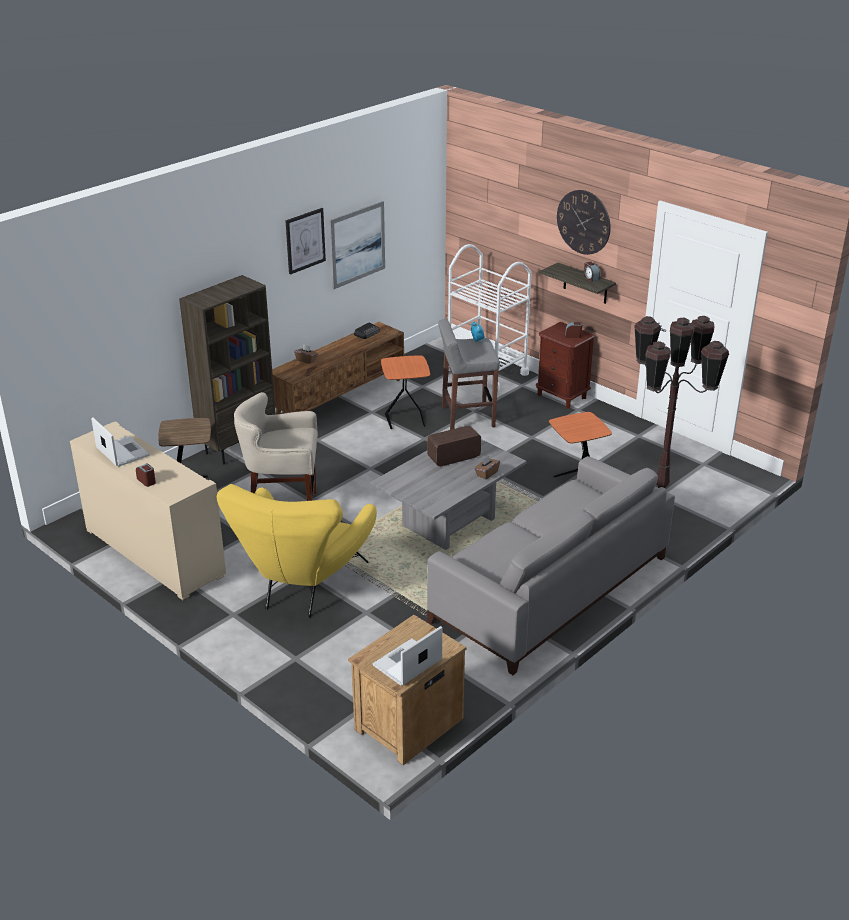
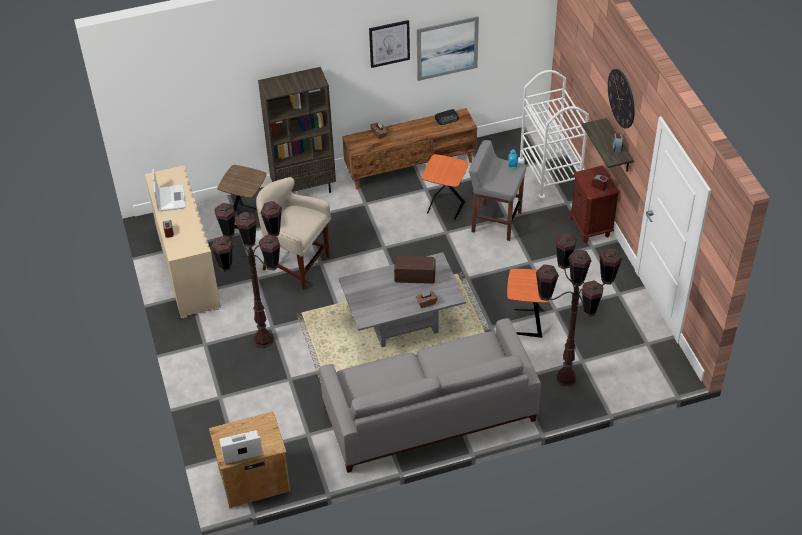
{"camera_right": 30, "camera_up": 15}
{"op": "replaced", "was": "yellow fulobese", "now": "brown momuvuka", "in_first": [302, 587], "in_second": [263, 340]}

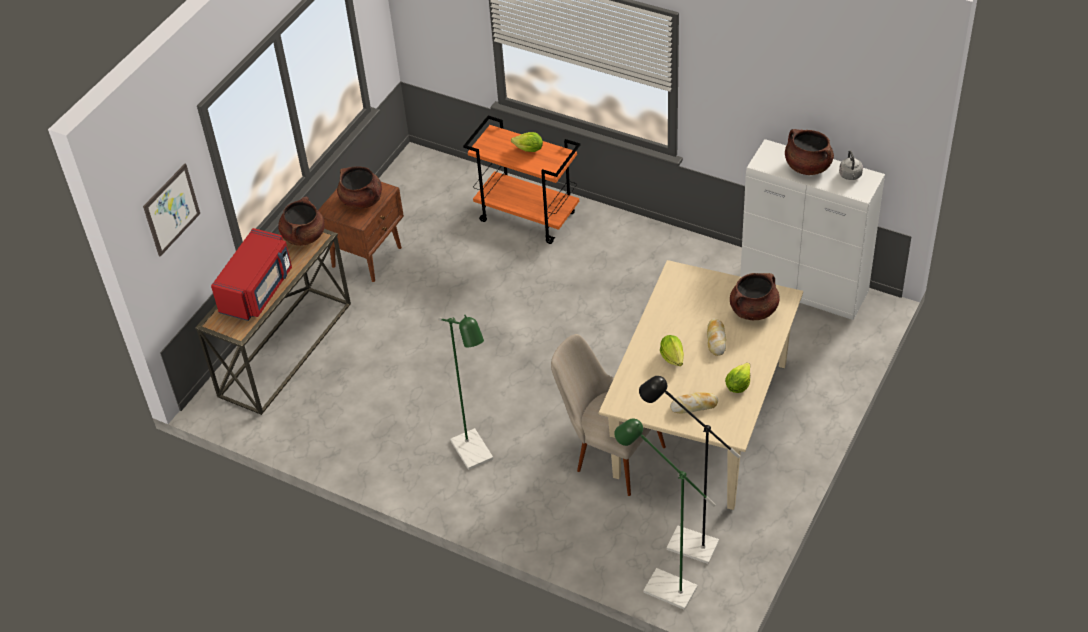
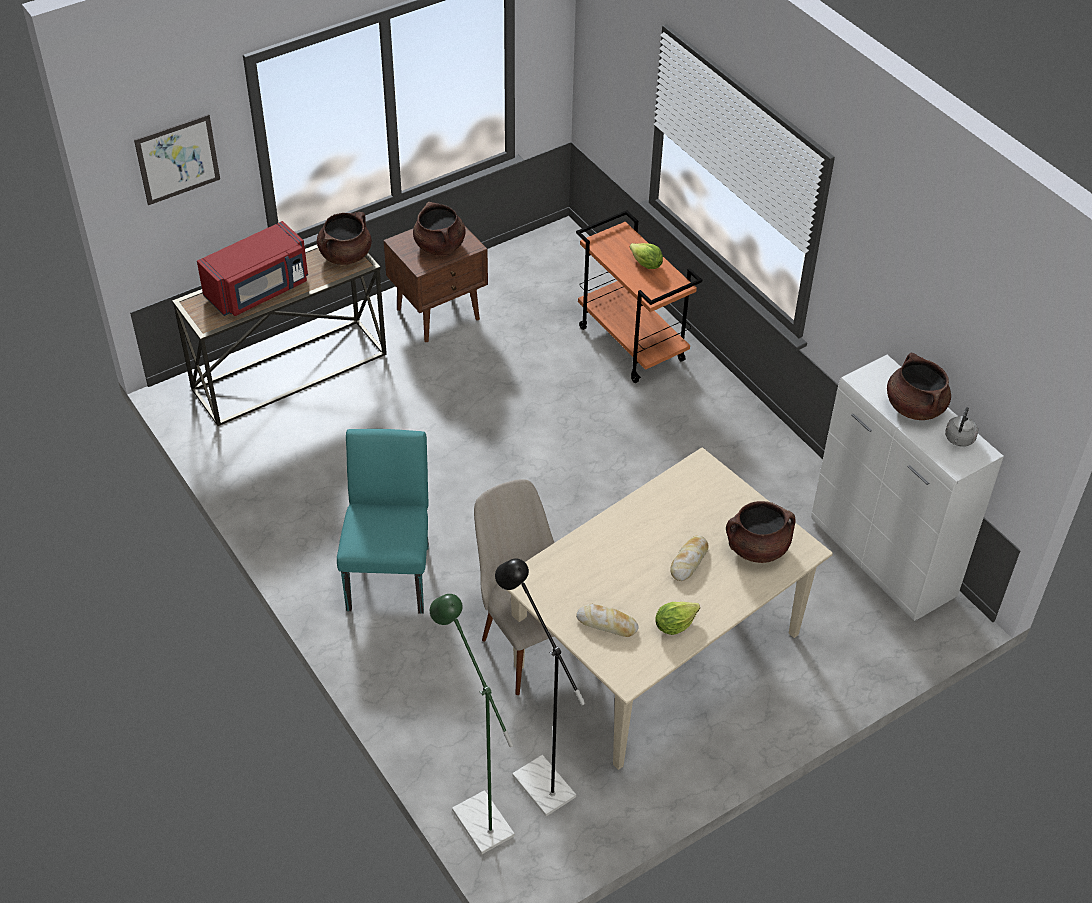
{"camera_right": 25, "camera_up": 0}
{"op": "removed", "was": "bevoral", "in_first": [672, 357]}
{"op": "replaced", "was": "green momuvuka", "now": "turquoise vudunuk", "in_first": [476, 456], "in_second": [390, 571]}

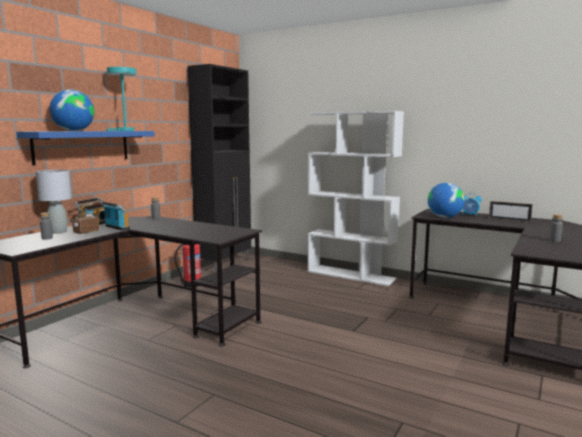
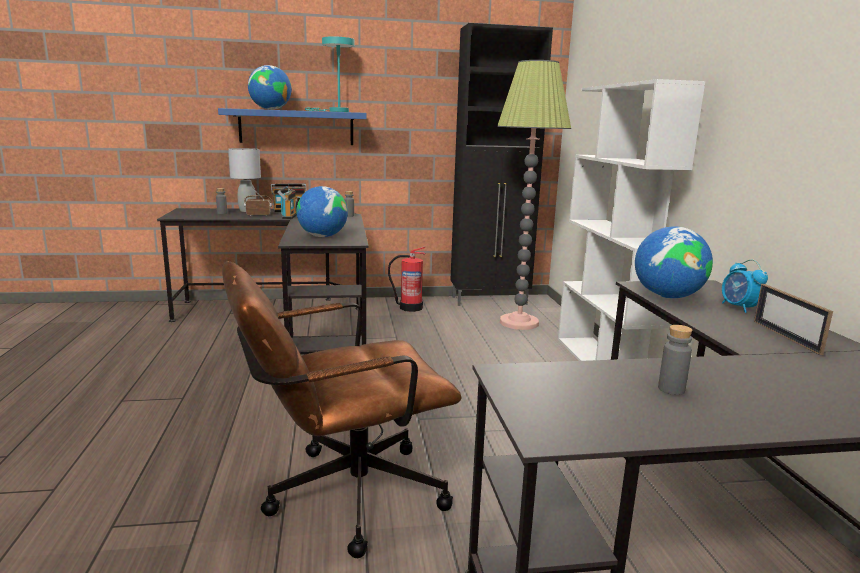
{"camera_right": 50, "camera_up": 5}
{"op": "added", "now": "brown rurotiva", "in_second": [341, 497]}
{"op": "added", "now": "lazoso", "in_second": [322, 236]}
{"op": "added", "now": "momuvuka", "in_second": [519, 323]}

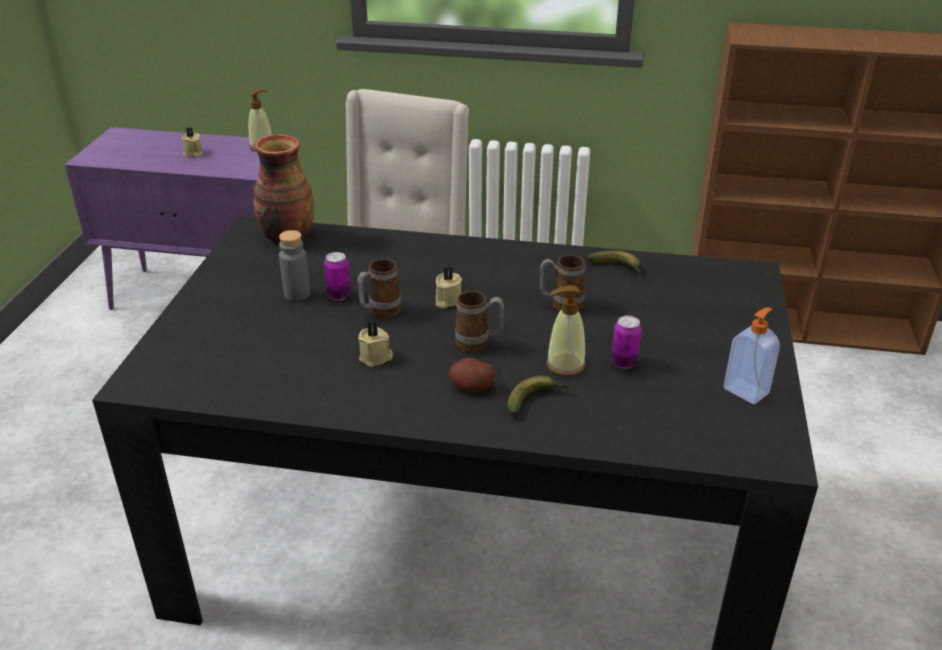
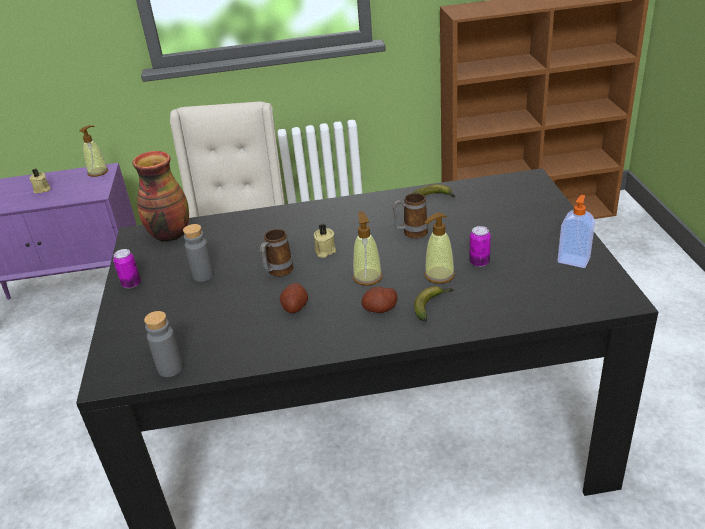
{"camera_right": -15, "camera_up": 0}
{"op": "added", "now": "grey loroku", "in_second": [170, 368]}
{"op": "moved", "was": "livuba", "in_first": [339, 295], "in_second": [131, 284]}
{"op": "replaced", "was": "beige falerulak", "now": "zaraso", "in_first": [376, 357], "in_second": [295, 307]}
{"op": "replaced", "was": "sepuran", "now": "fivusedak", "in_first": [479, 345], "in_second": [367, 277]}

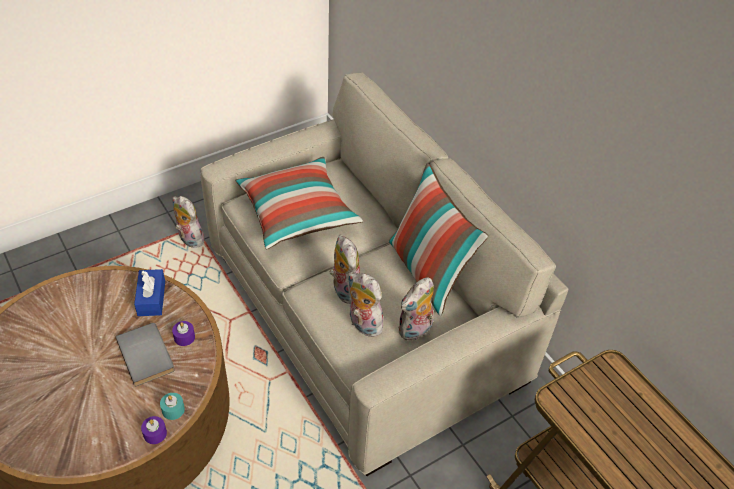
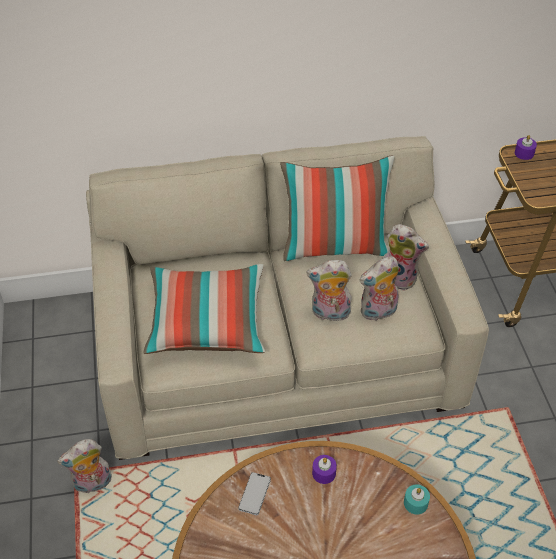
{"camera_right": -65, "camera_up": 0}
{"op": "removed", "was": "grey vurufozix", "in_first": [147, 354]}
{"op": "moved", "was": "purple falerulak", "in_first": [155, 433], "in_second": [524, 153]}
{"op": "replaced", "was": "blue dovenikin", "now": "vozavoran", "in_first": [151, 298], "in_second": [254, 494]}
{"op": "turned", "was": "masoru", "in_first": [415, 330], "in_second": [399, 278], "clockwise": -45}

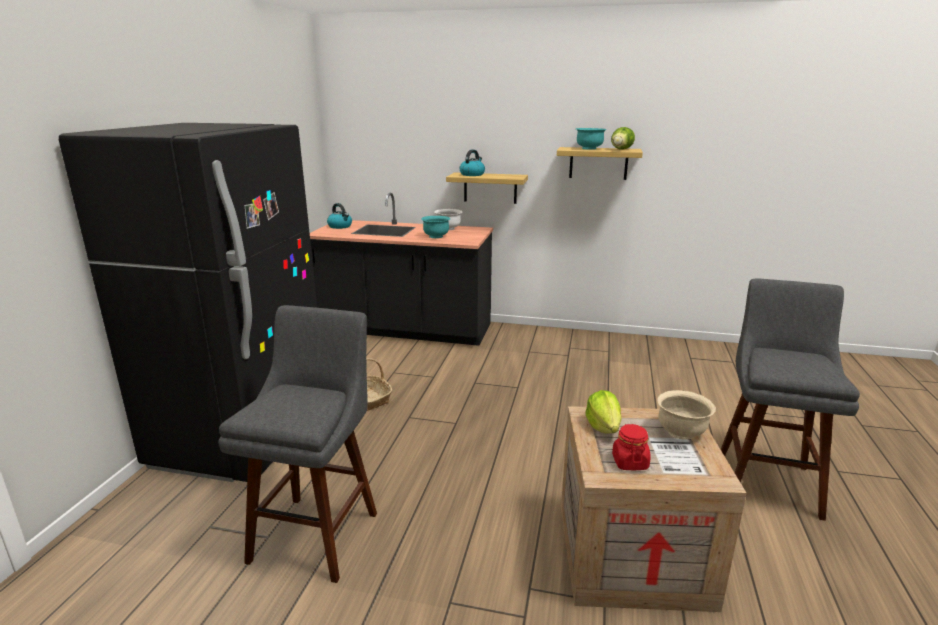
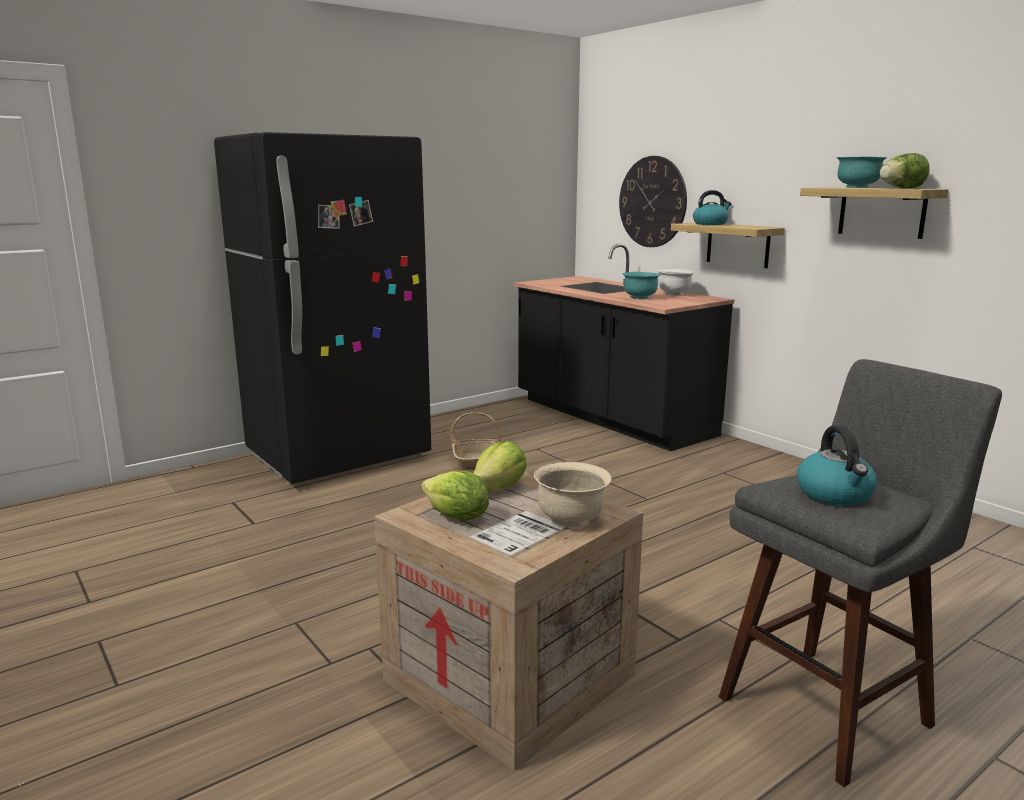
{"camera_right": 40, "camera_up": -5}
{"op": "removed", "was": "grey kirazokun", "in_first": [318, 532]}
{"op": "added", "now": "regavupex", "in_second": [652, 202]}
{"op": "moved", "was": "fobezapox", "in_first": [340, 226], "in_second": [835, 494]}
{"op": "replaced", "was": "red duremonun", "now": "bevoral", "in_first": [629, 462], "in_second": [456, 518]}

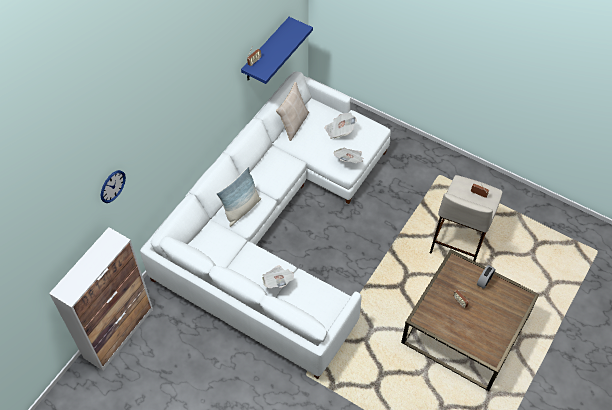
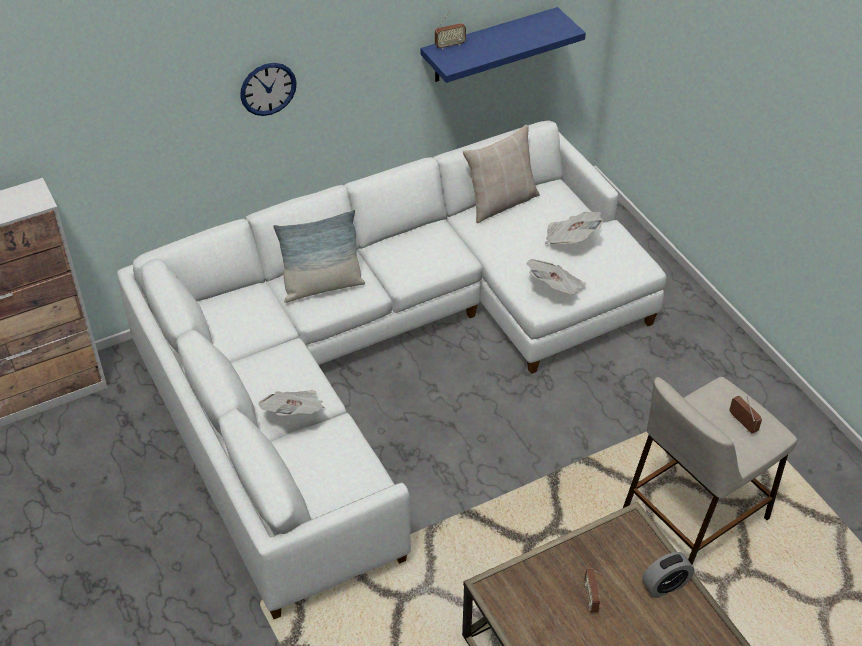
{"camera_right": 30, "camera_up": -10}
{"op": "moved", "was": "regavupex", "in_first": [112, 186], "in_second": [268, 89]}

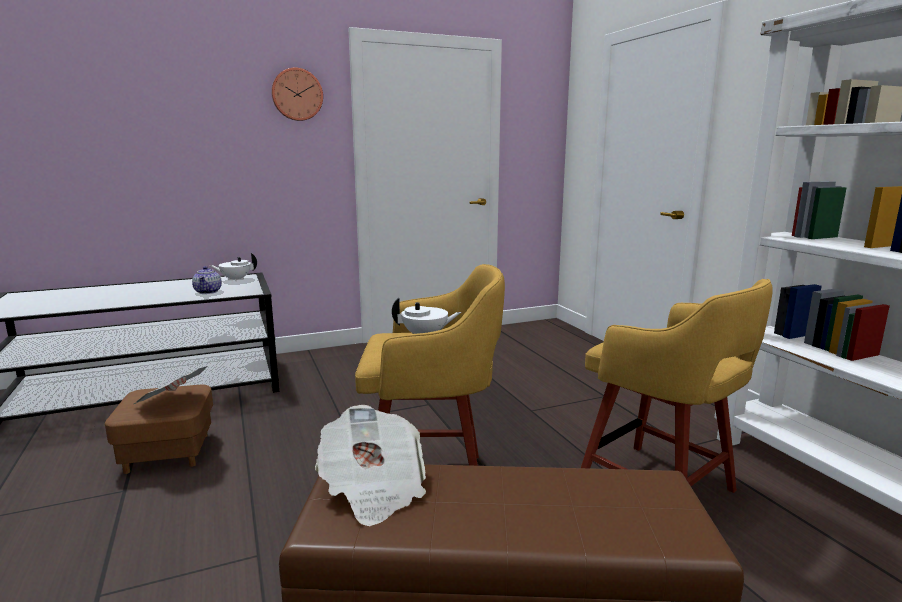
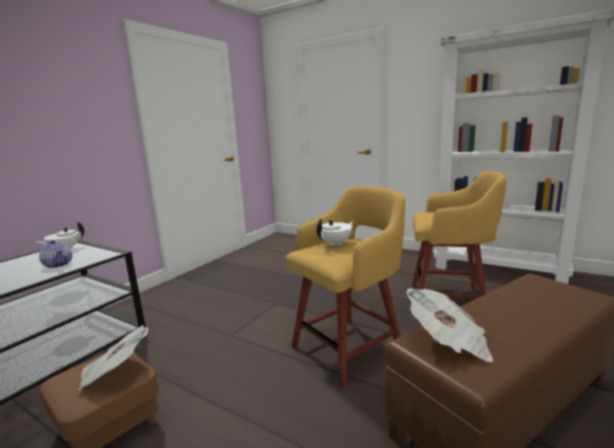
{"camera_right": -35, "camera_up": 0}
{"op": "removed", "was": "regavupex", "in_first": [297, 94]}

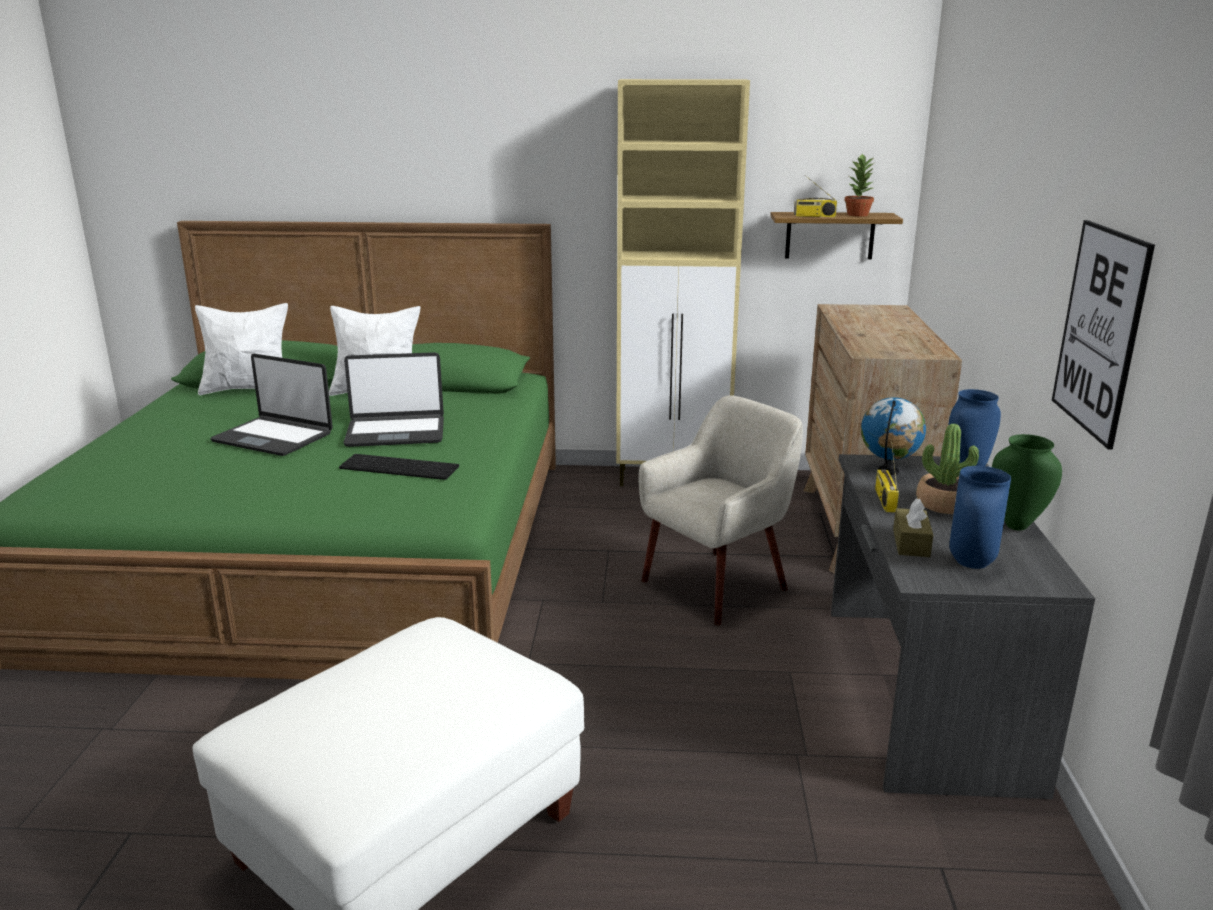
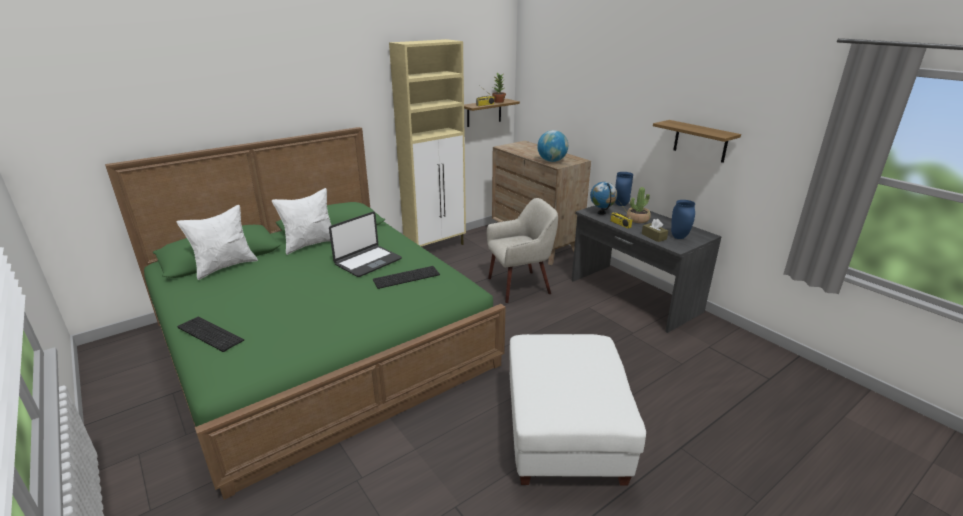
{"camera_right": -40, "camera_up": 5}
{"op": "removed", "was": "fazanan", "in_first": [274, 437]}
{"op": "removed", "was": "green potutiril", "in_first": [1016, 525]}
{"op": "added", "now": "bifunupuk", "in_second": [208, 334]}
{"op": "added", "now": "lazoso", "in_second": [551, 161]}
{"op": "replaced", "was": "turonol", "now": "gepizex", "in_first": [1099, 331], "in_second": [700, 141]}
{"op": "turned", "was": "beige fulobese", "in_first": [717, 585], "in_second": [520, 286], "clockwise": 60}

